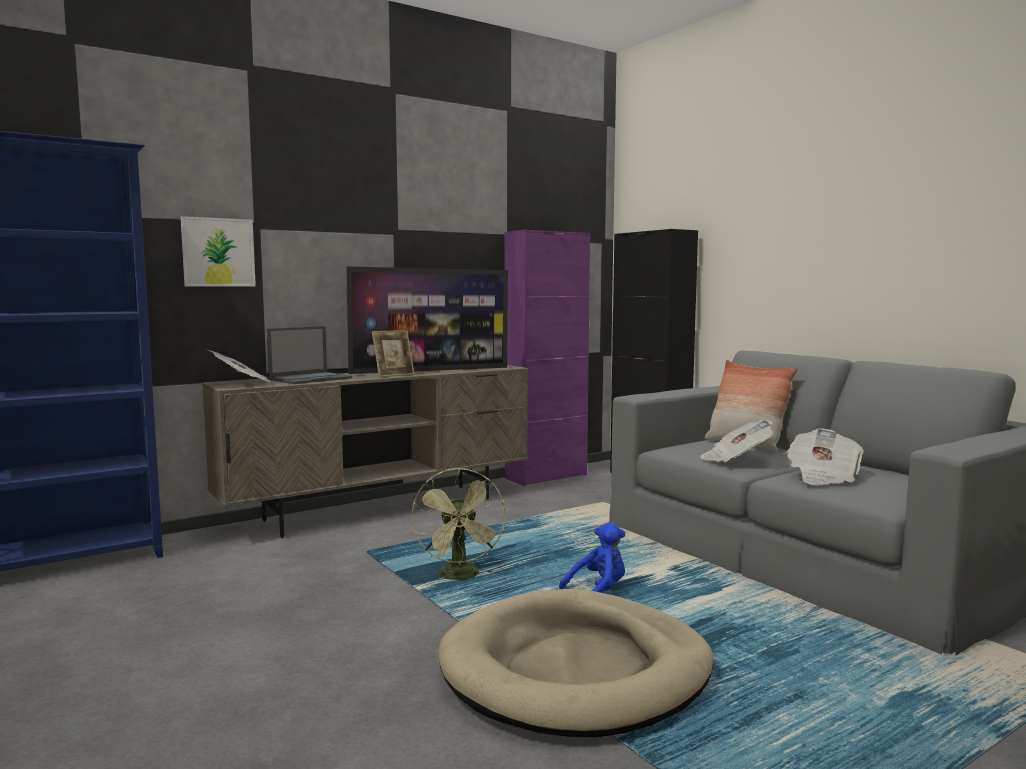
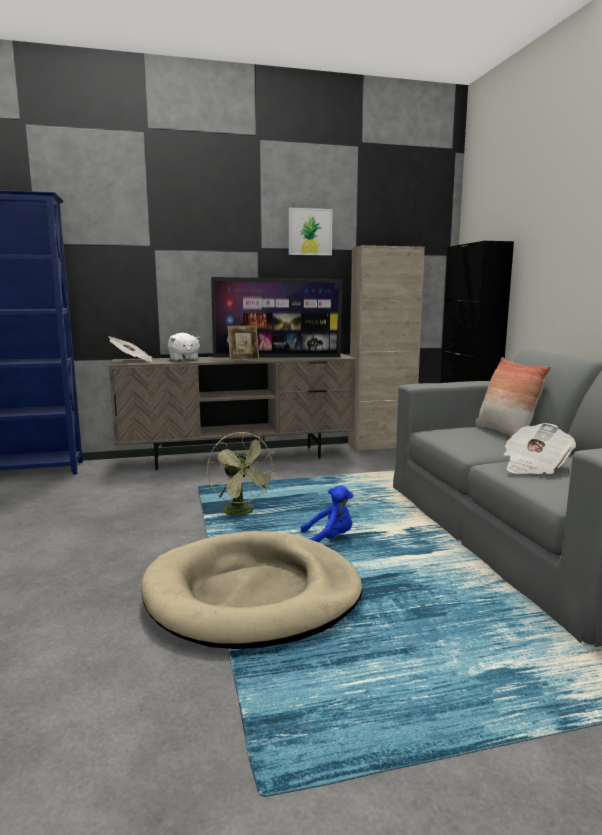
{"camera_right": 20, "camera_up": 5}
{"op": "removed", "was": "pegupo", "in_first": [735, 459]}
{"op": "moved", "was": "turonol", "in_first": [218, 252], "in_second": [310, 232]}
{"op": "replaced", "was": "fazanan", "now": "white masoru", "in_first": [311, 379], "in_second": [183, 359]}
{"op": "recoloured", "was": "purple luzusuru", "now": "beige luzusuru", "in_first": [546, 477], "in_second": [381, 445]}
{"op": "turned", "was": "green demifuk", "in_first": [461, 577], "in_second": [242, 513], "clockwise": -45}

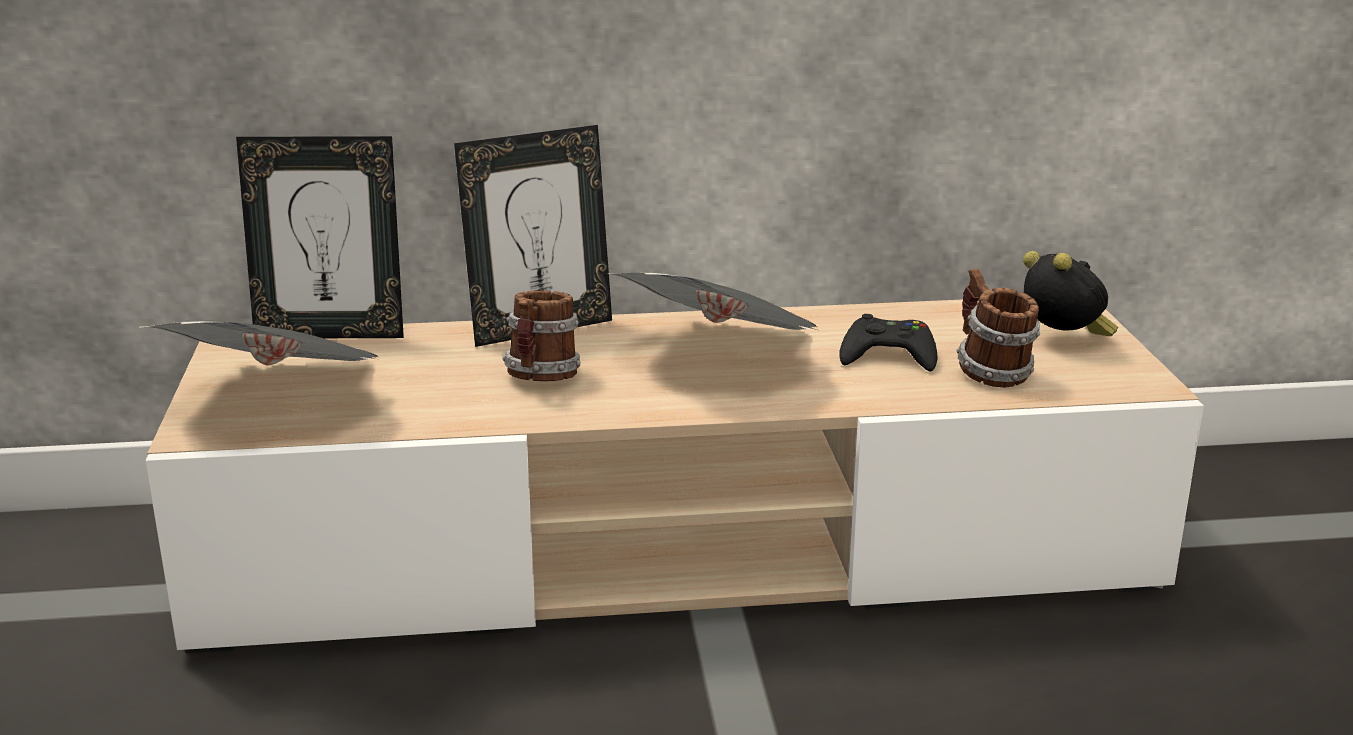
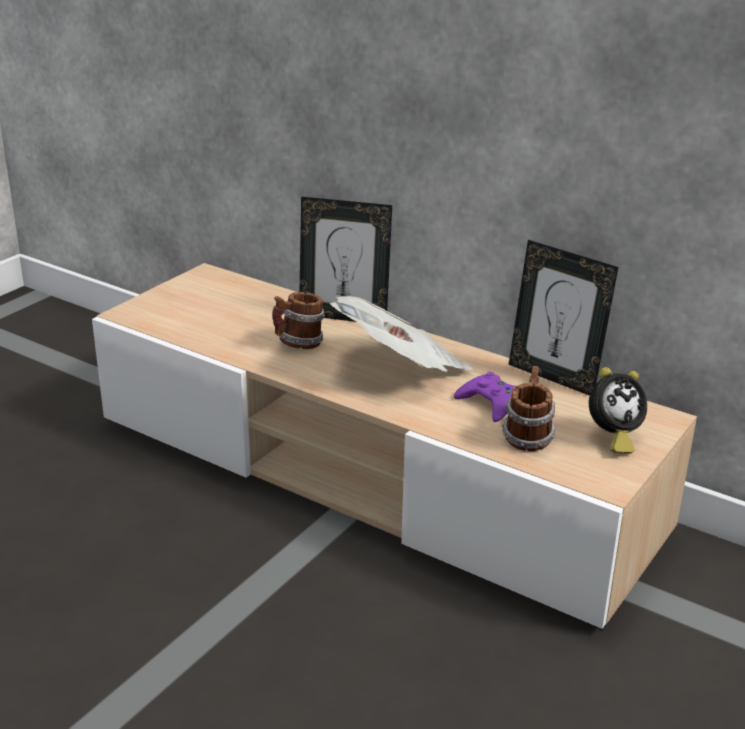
{"camera_right": 40, "camera_up": 5}
{"op": "removed", "was": "pegupo", "in_first": [282, 401]}
{"op": "moved", "was": "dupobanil", "in_first": [331, 333], "in_second": [554, 377]}
{"op": "recoloured", "was": "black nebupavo", "now": "purple nebupavo", "in_first": [888, 355], "in_second": [490, 403]}
{"op": "turned", "was": "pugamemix", "in_first": [1064, 341], "in_second": [612, 438], "clockwise": 60}

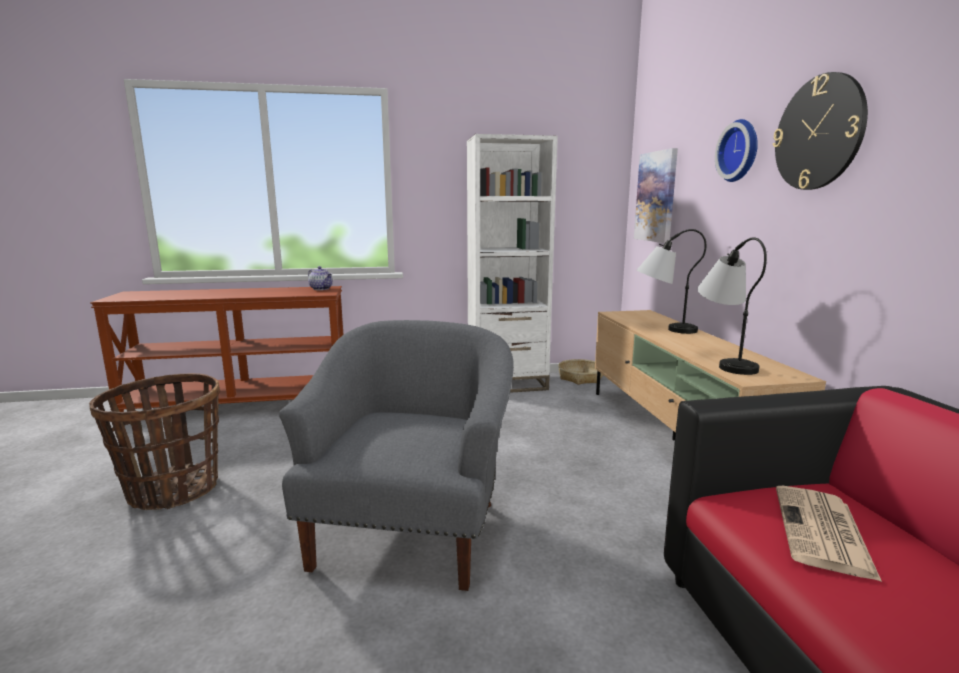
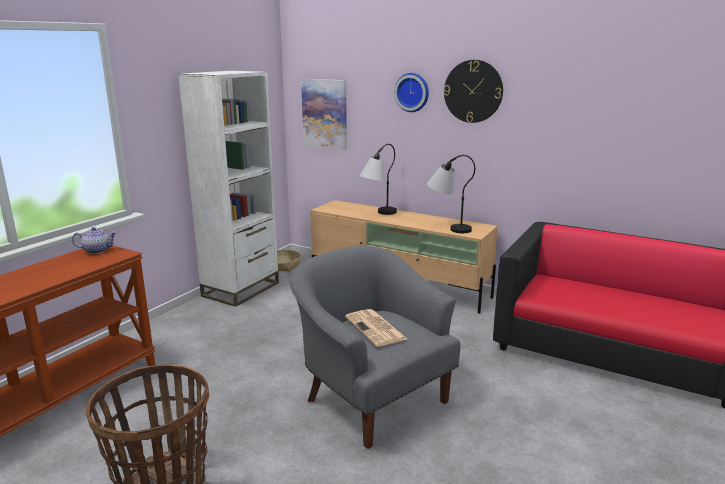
{"camera_right": -50, "camera_up": 5}
{"op": "moved", "was": "pegupo", "in_first": [823, 532], "in_second": [376, 328]}

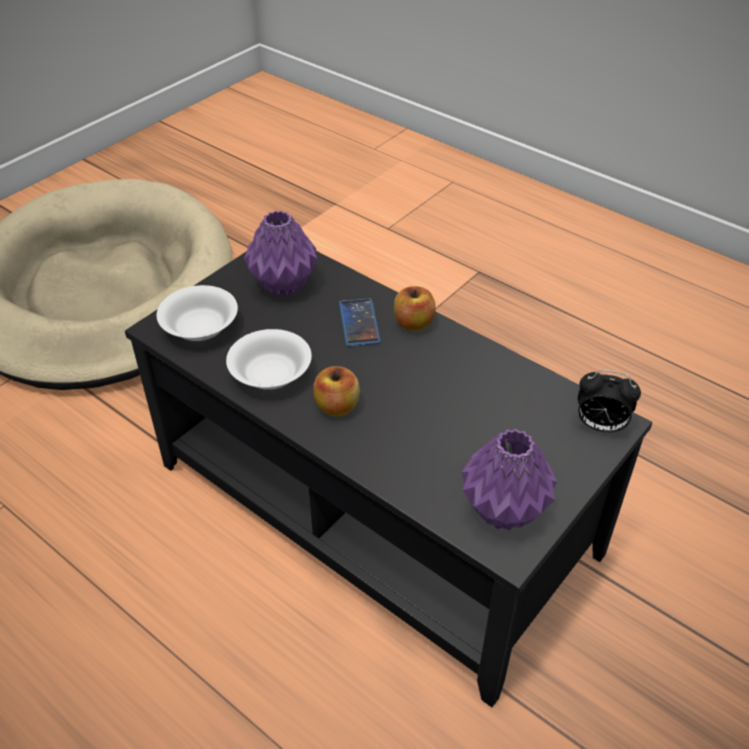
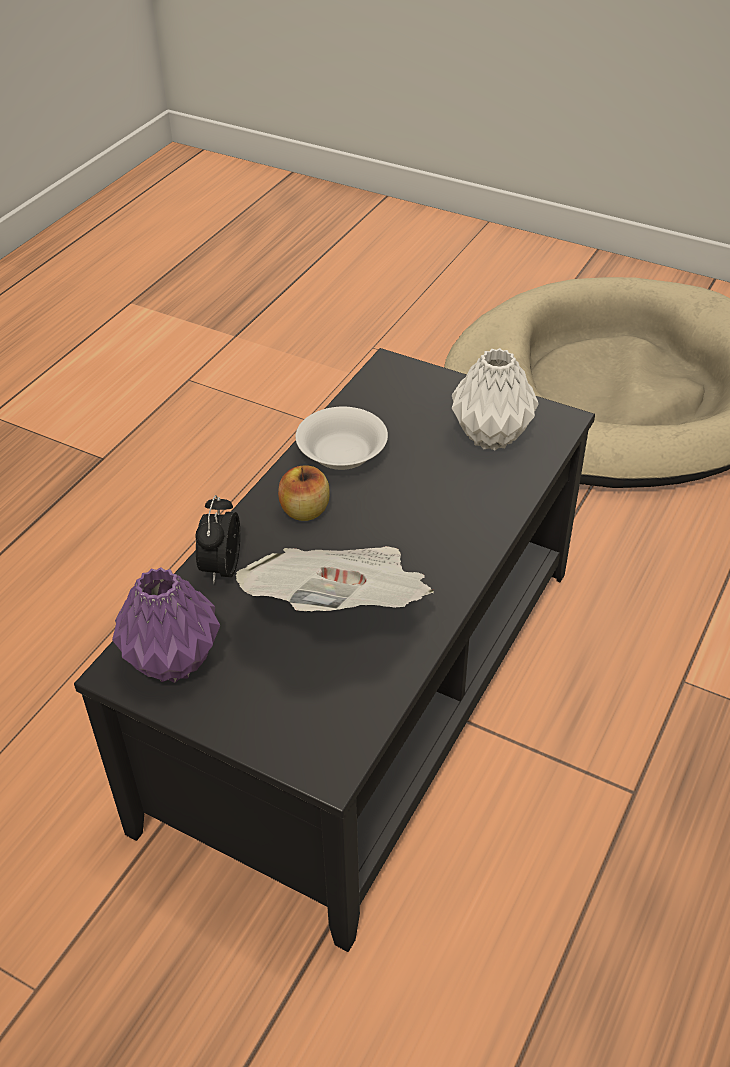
{"camera_right": 80, "camera_up": 0}
{"op": "removed", "was": "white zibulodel", "in_first": [201, 327]}
{"op": "removed", "was": "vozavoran", "in_first": [359, 323]}
{"op": "removed", "was": "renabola", "in_first": [414, 323]}
{"op": "added", "now": "pegupo", "in_second": [342, 610]}
{"op": "moved", "was": "pugamemix", "in_first": [599, 426], "in_second": [221, 567]}
{"op": "recoloured", "was": "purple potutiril", "now": "white potutiril", "in_first": [282, 286], "in_second": [490, 436]}

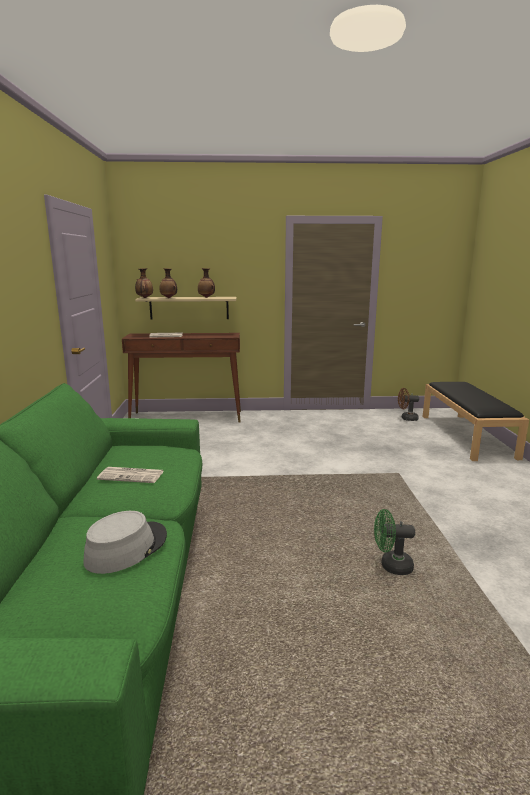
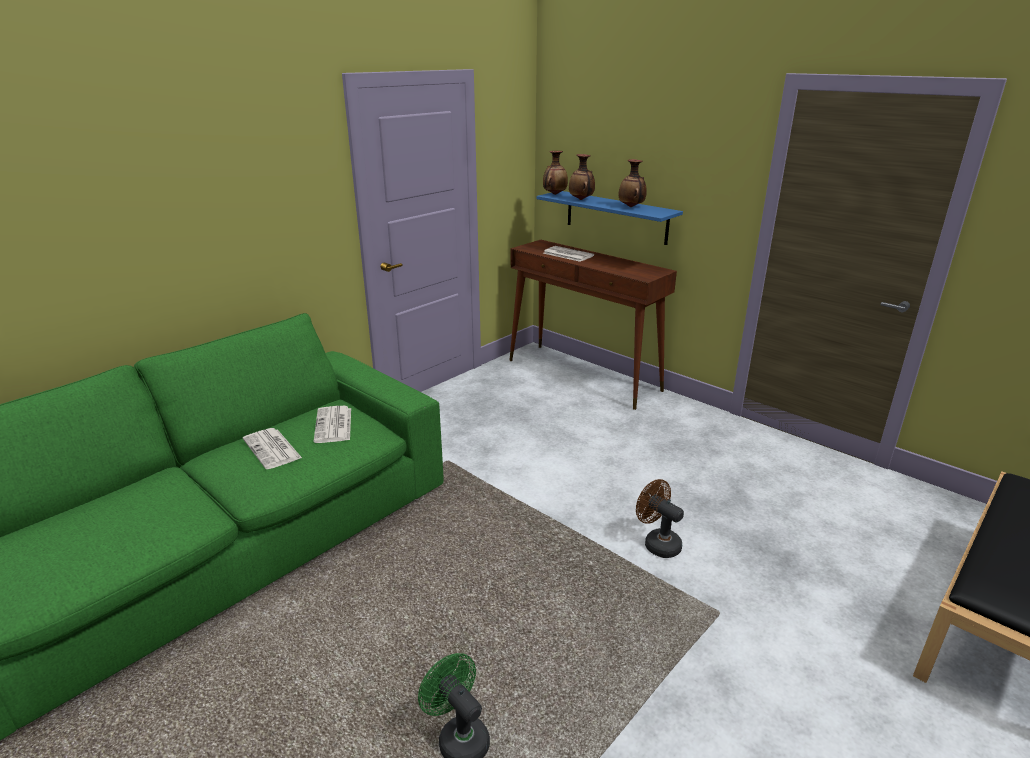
{"camera_right": 45, "camera_up": 10}
{"op": "removed", "was": "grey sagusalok", "in_first": [126, 548]}
{"op": "added", "now": "pegupo", "in_second": [334, 425]}
{"op": "moved", "was": "brown demifuk", "in_first": [406, 418], "in_second": [657, 543]}
{"op": "recoloured", "was": "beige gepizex", "now": "blue gepizex", "in_first": [189, 308], "in_second": [616, 217]}

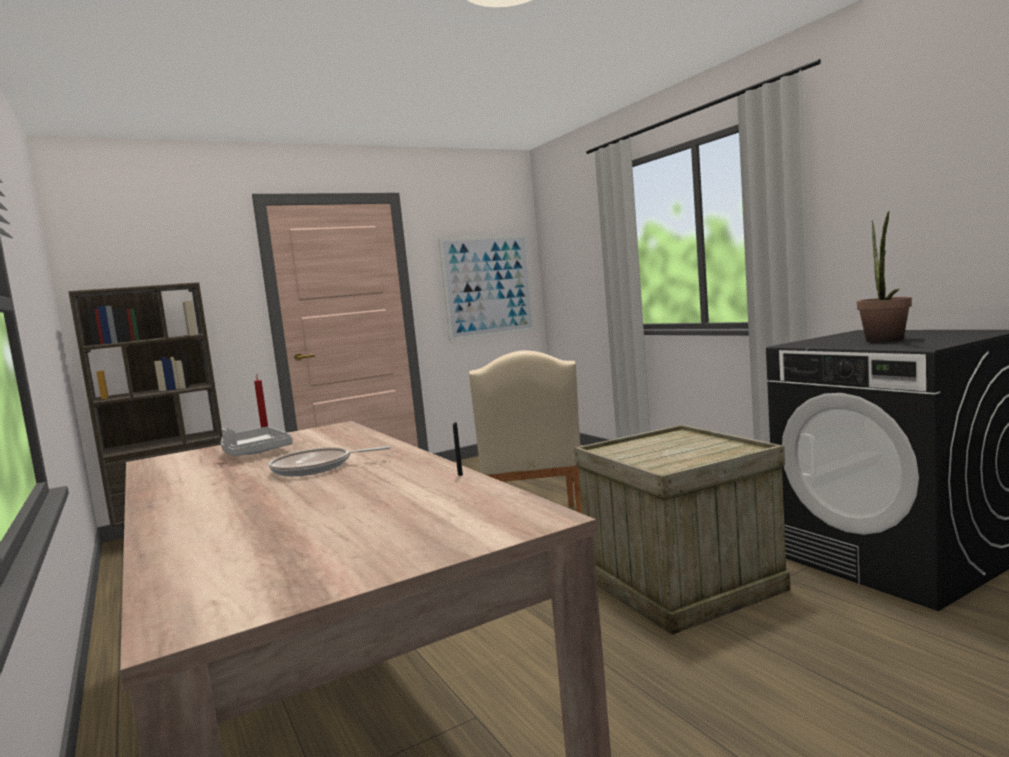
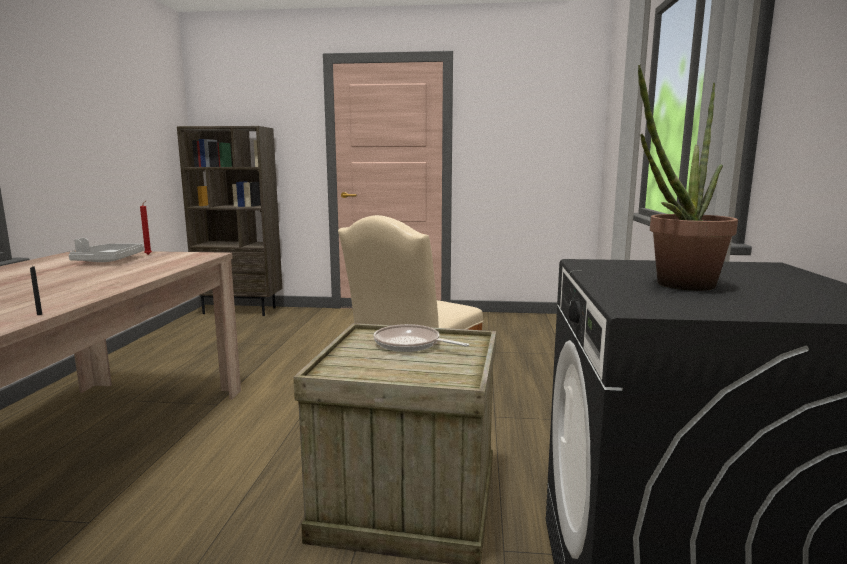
{"camera_right": 35, "camera_up": 5}
{"op": "removed", "was": "turonol", "in_first": [488, 286]}
{"op": "moved", "was": "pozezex", "in_first": [316, 468], "in_second": [410, 344]}

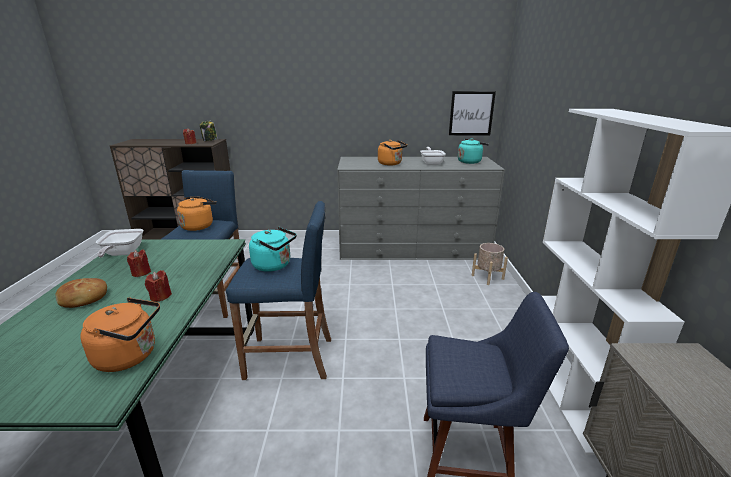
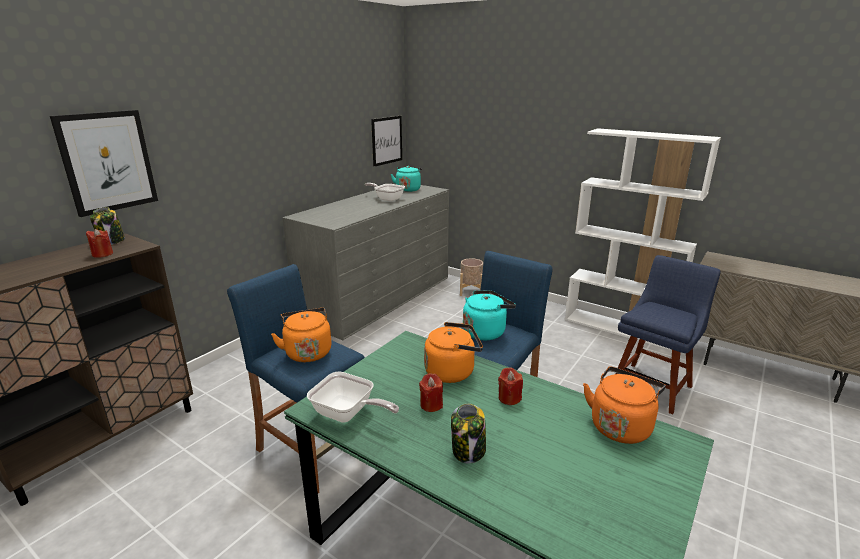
{"camera_right": -55, "camera_up": 0}
{"op": "added", "now": "turonol", "in_second": [107, 162]}
{"op": "moved", "was": "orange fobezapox", "in_first": [391, 164], "in_second": [452, 371]}
{"op": "replaced", "was": "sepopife", "now": "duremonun", "in_first": [83, 299], "in_second": [468, 451]}

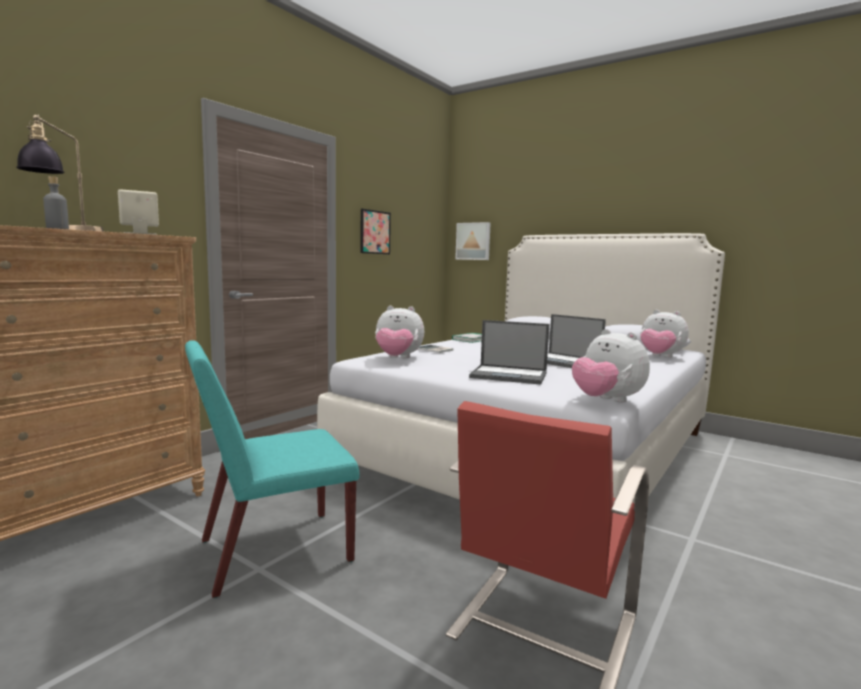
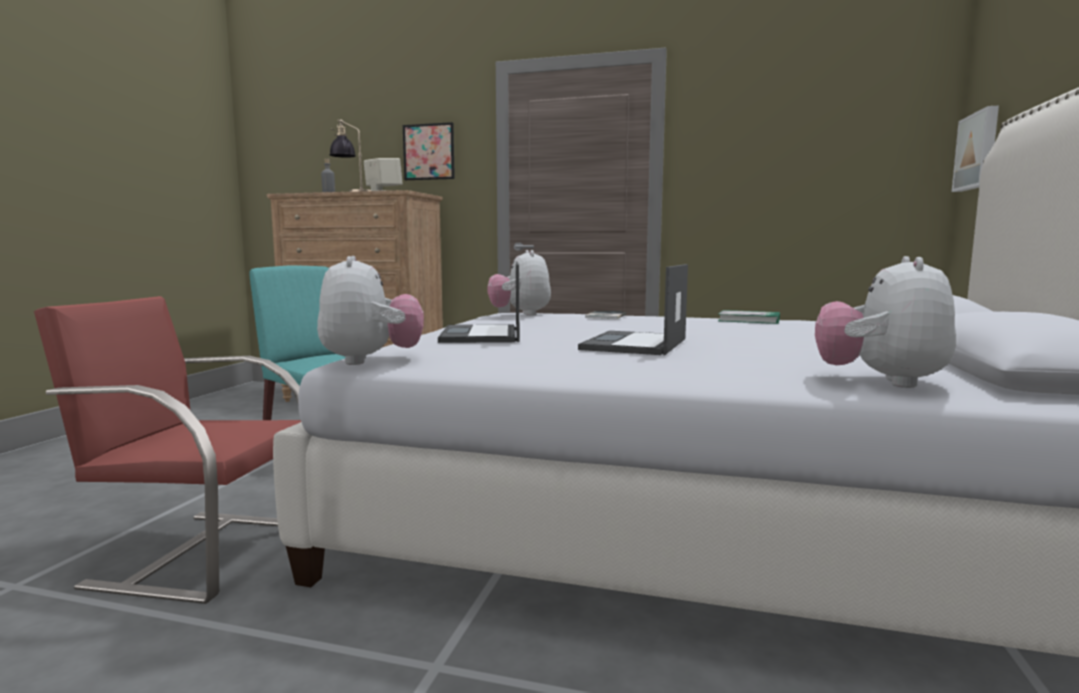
{"camera_right": 70, "camera_up": 0}
{"op": "moved", "was": "turonol", "in_first": [375, 232], "in_second": [429, 152]}
{"op": "turned", "was": "masoru", "in_first": [606, 400], "in_second": [371, 361], "clockwise": 135}

